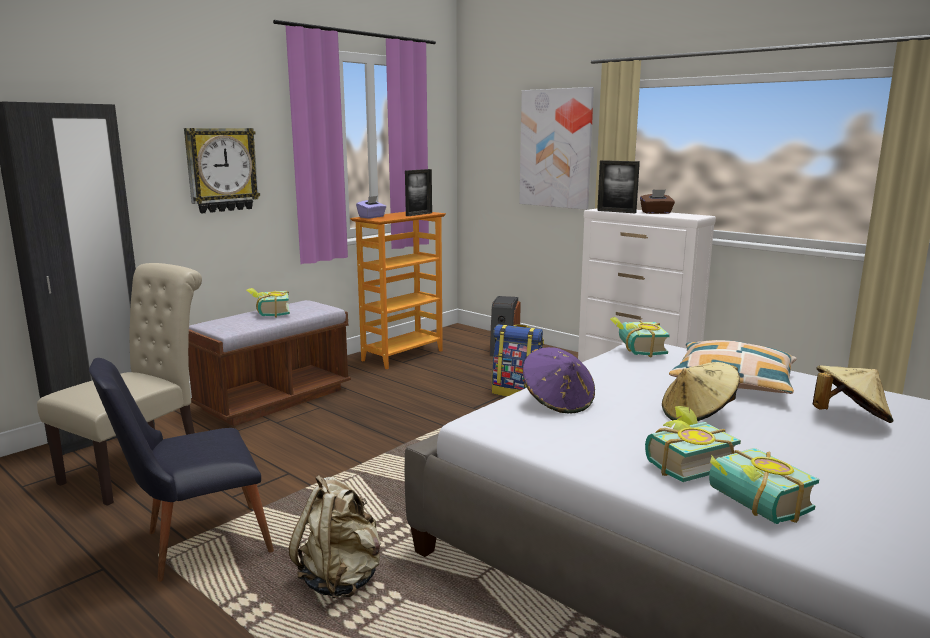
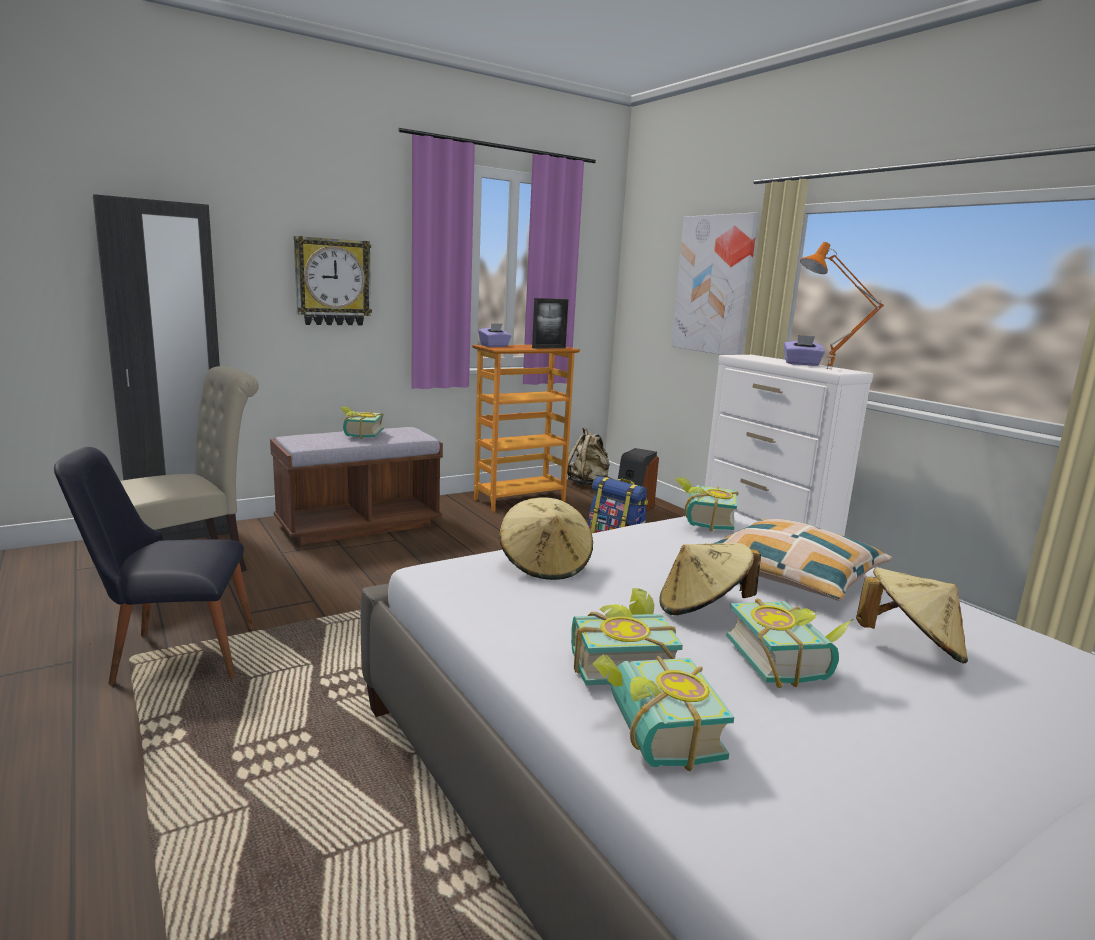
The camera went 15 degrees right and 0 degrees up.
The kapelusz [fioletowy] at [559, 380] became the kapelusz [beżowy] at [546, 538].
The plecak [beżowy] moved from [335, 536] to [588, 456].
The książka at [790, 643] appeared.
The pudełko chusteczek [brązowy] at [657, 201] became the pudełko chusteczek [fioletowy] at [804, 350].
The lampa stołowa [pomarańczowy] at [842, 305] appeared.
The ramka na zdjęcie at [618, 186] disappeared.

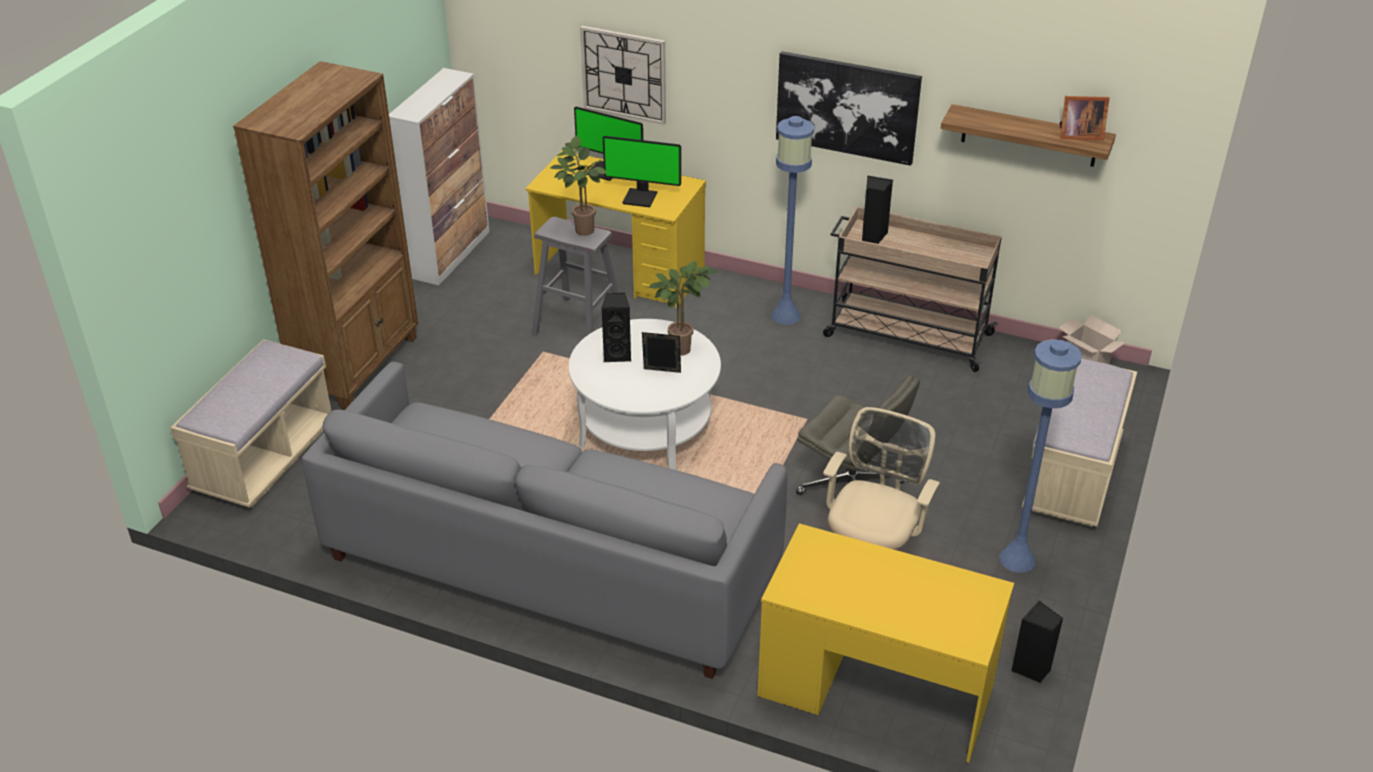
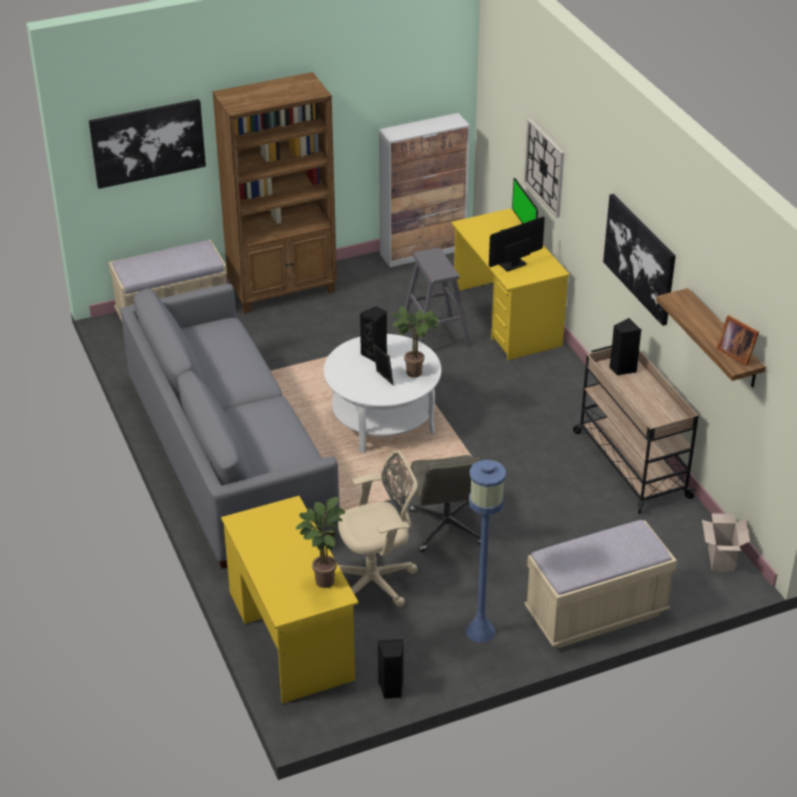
The camera went 45 degrees right and 0 degrees up.
The obraz at [147, 144] appeared.
The roślina doniczkowa moved from [578, 186] to [320, 542].
The monitor at [642, 171] turned 90 degrees clockwise.
The lampa stojąca [niebieski] at [792, 220] disappeared.

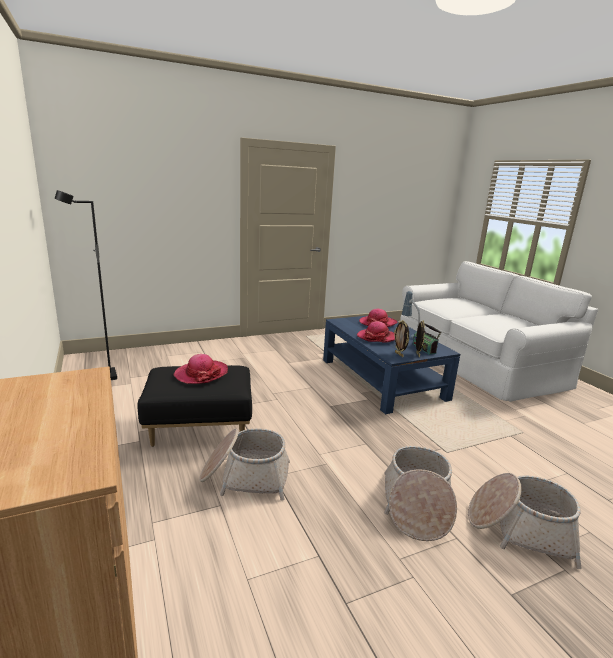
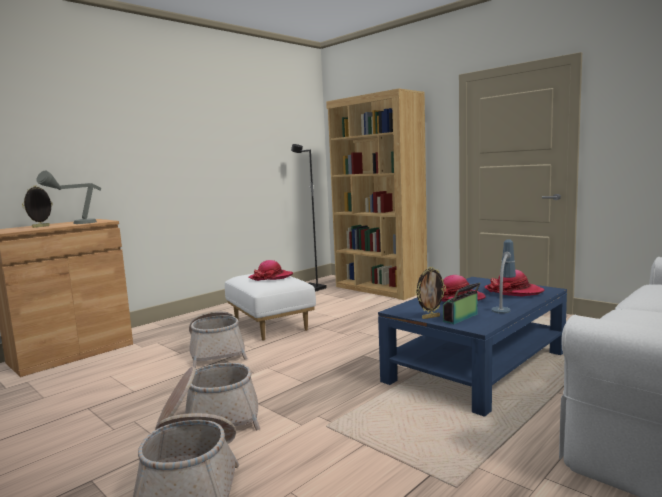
The camera went 70 degrees right and 10 degrees down.
The ramka na zdjęcie moved from [401, 338] to [37, 206].
The lampa stołowa [szary] at [68, 197] appeared.
The pufa [czarny] at [194, 406] became the pufa [biały] at [270, 307].
The regał [brązowy] at [376, 194] appeared.

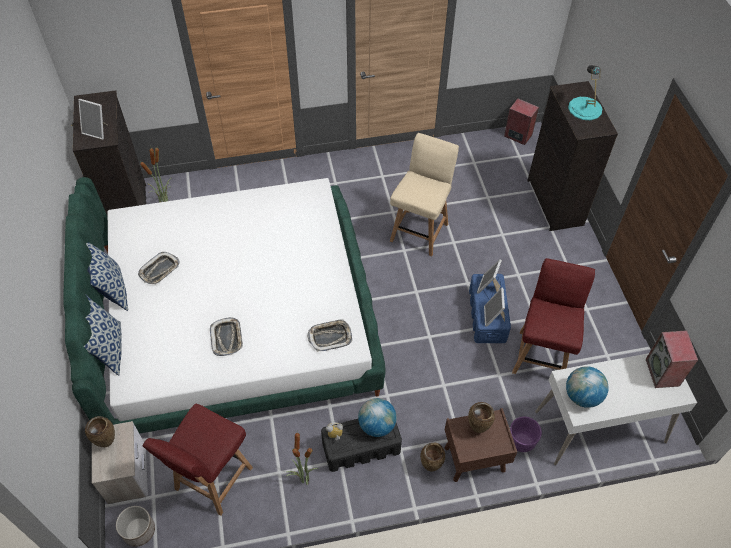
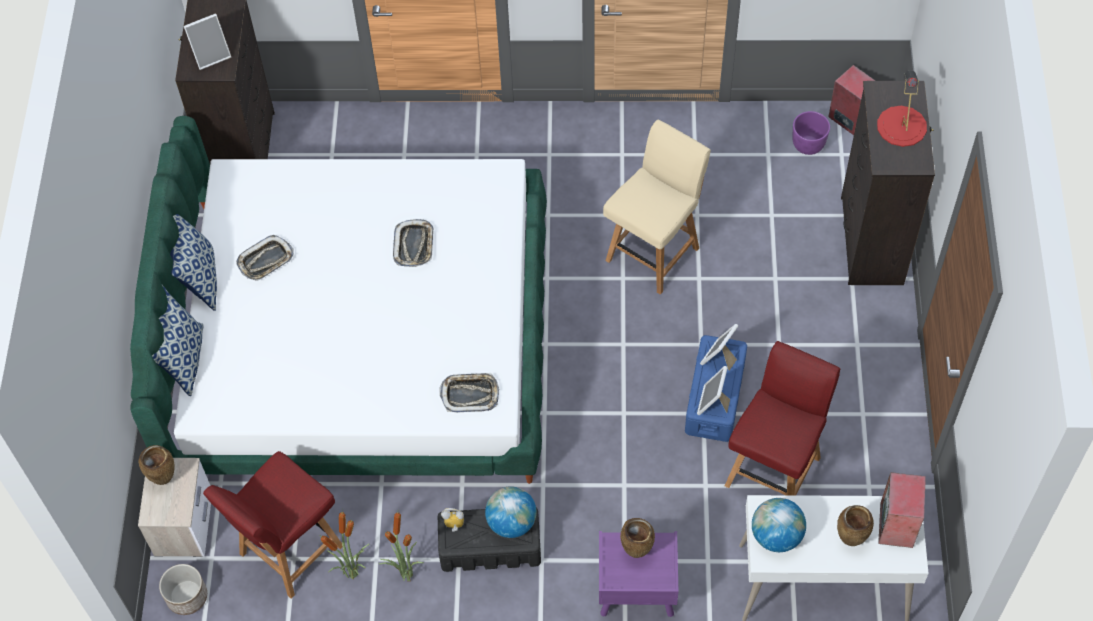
The camera went 15 degrees right and 5 degrees up.
The ramka na zdjęcie at [92, 119] turned 60 degrees counterclockwise.
The roślina doniczkowa moved from [155, 175] to [345, 545].
The taca moved from [226, 336] to [413, 243].
The szafka nocna [brązowy] at [480, 445] became the szafka nocna [fioletowy] at [639, 574].
The donica [fioletowy] moved from [526, 434] to [811, 133].
The wazon [brązowy] moved from [432, 457] to [855, 525].
The lampa stołowa [turkusowy] at [585, 92] became the lampa stołowa [czerwony] at [902, 108].

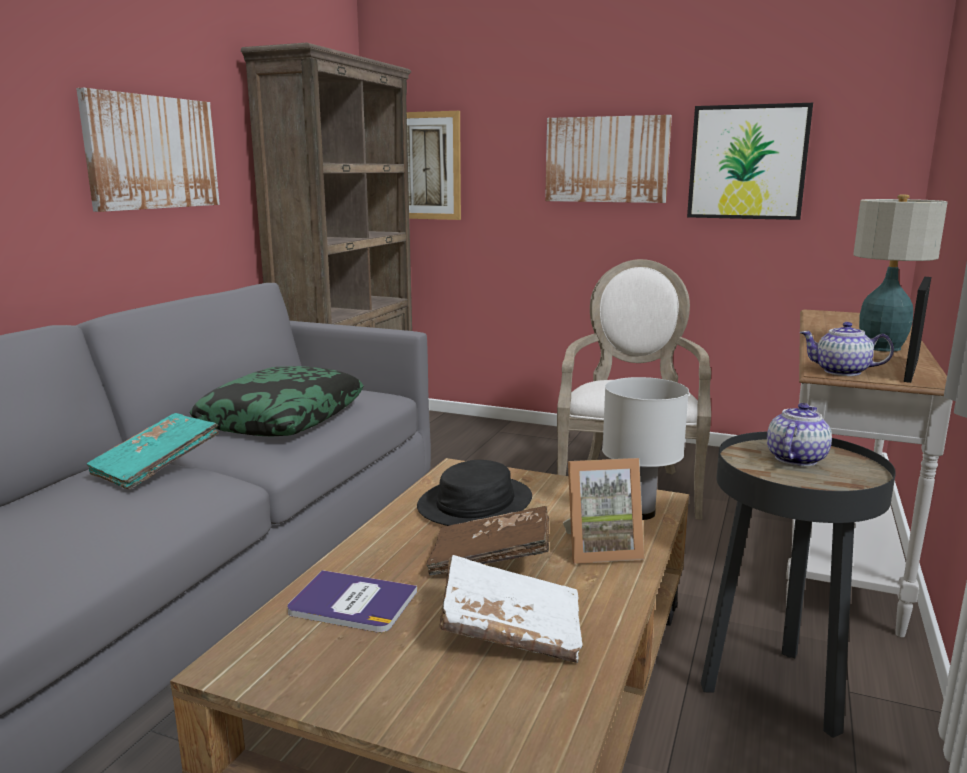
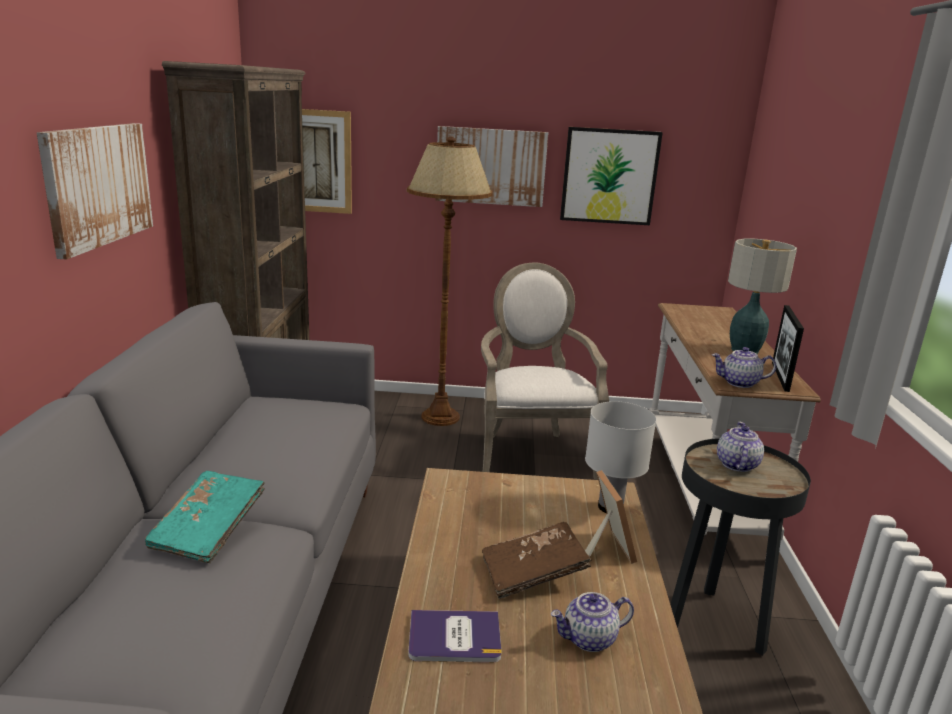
The camera went 20 degrees left and 5 degrees up.
The lampa stojąca [brązowy] at [450, 281] appeared.
The książka [biały] at [511, 609] was replaced by the imbryk at [592, 622].
The ramka na zdjęcie at [603, 511] turned 75 degrees counterclockwise.
The poduszka at [277, 401] disappeared.
The kapelusz [czarny] at [474, 493] disappeared.

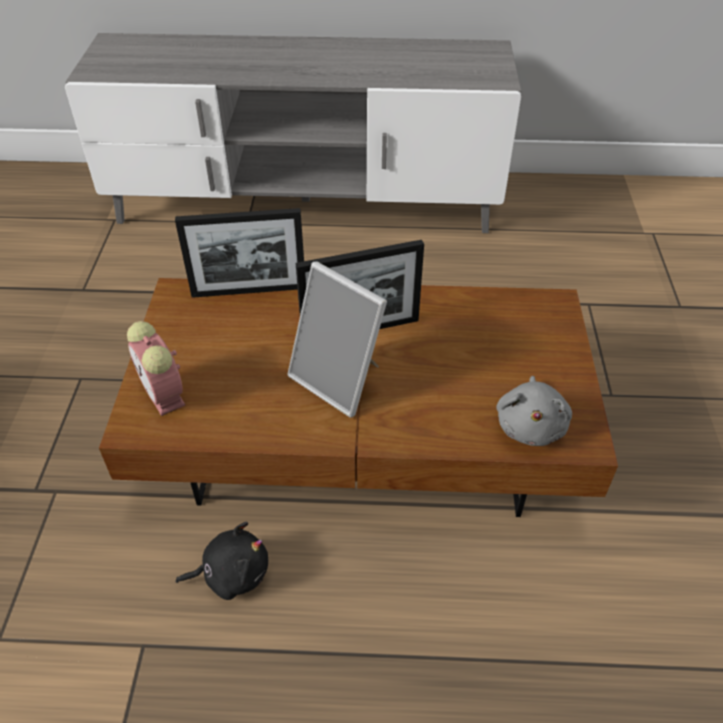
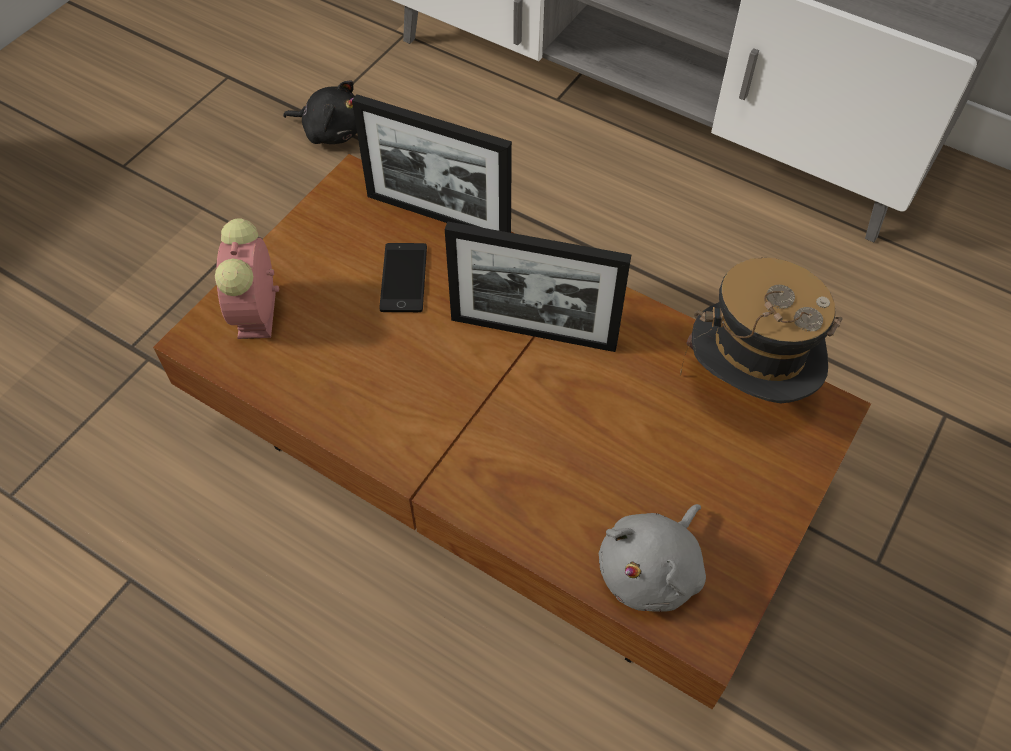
The camera went 30 degrees right and 10 degrees up.
The pluszak [czarny] moved from [222, 561] to [320, 112].
The telefon at [403, 277] appeared.
The kapelusz at [761, 330] appeared.
The ramka na zdjęcie at [337, 339] disappeared.

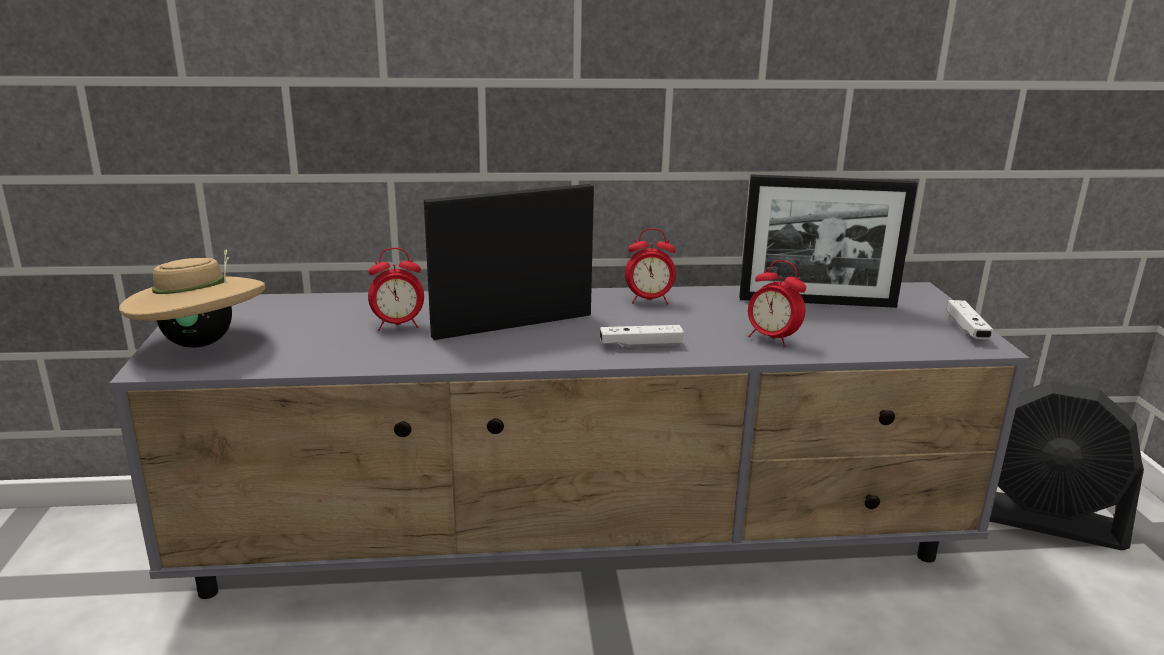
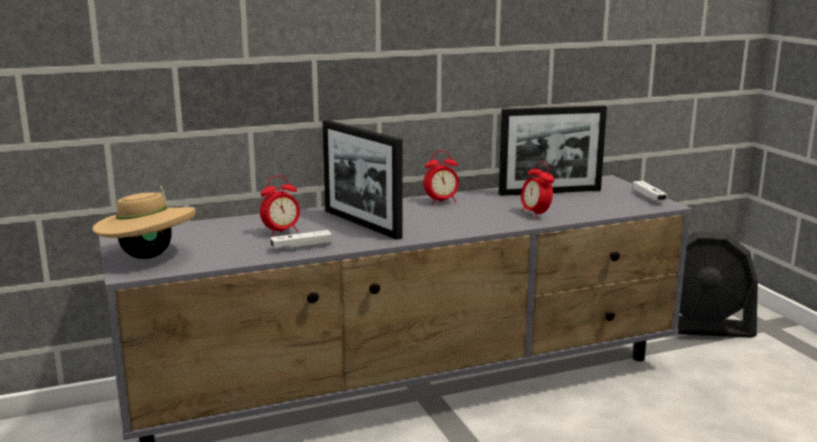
The camera went 15 degrees left and 5 degrees down.
The pad do gier [biały] moved from [642, 336] to [301, 240].
The ramka na zdjęcie at [509, 262] turned 90 degrees counterclockwise.
The budzik at [777, 303] turned 45 degrees clockwise.

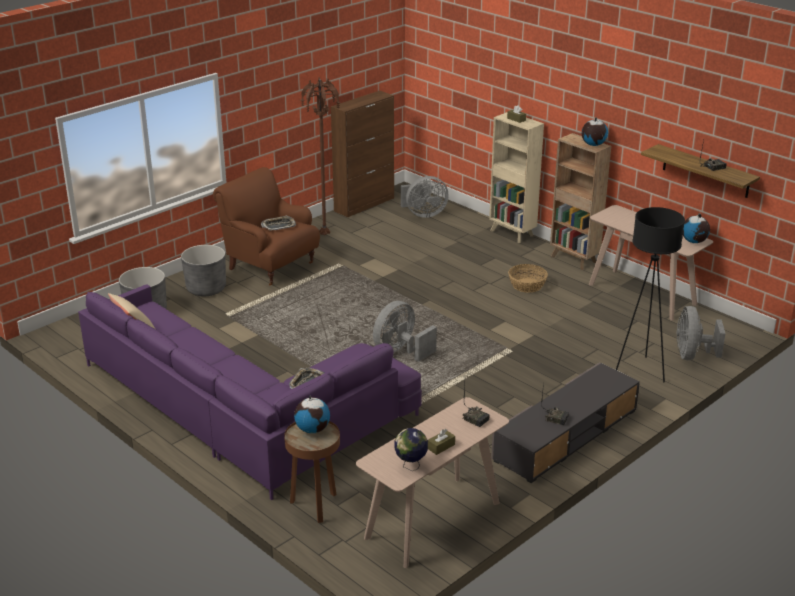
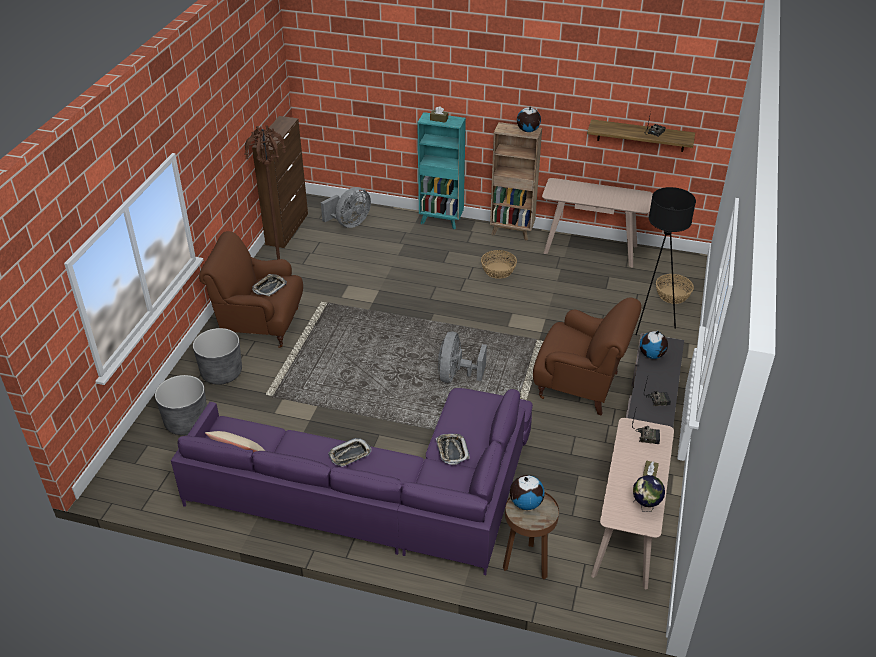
The camera went 30 degrees left and 10 degrees up.
The taca at [349, 452] appeared.
The regał [beżowy] at [516, 177] became the regał [turkusowy] at [441, 170].
The fotel [brązowy] at [587, 356] appeared.
The globus moved from [696, 228] to [654, 345].
The wentylator [szary] at [701, 333] was replaced by the koszyk at [675, 289].

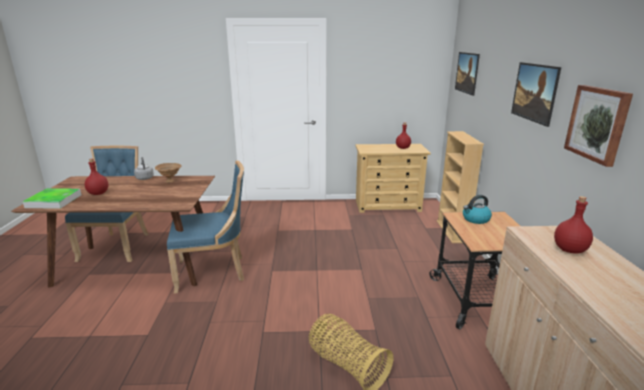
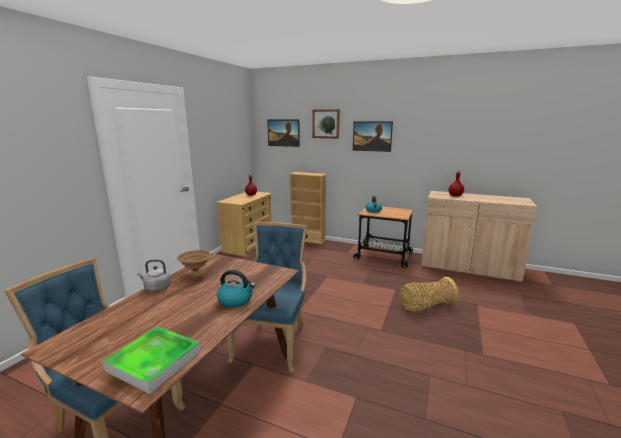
The camera went 65 degrees left and 5 degrees down.
The czajnik at [236, 289] appeared.
The obraz moved from [598, 126] to [326, 124].
The butelka [czerwony] at [96, 177] disappeared.

